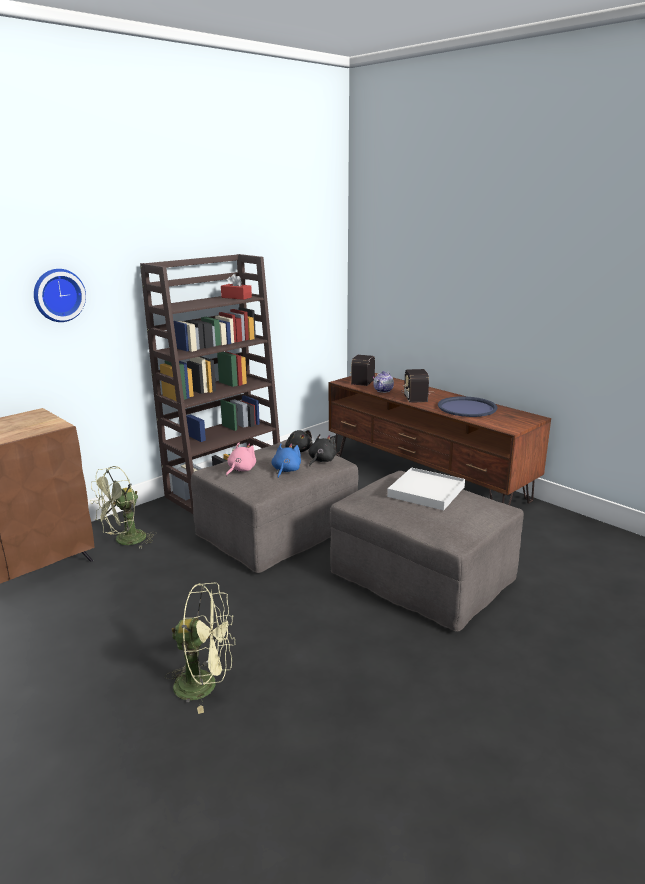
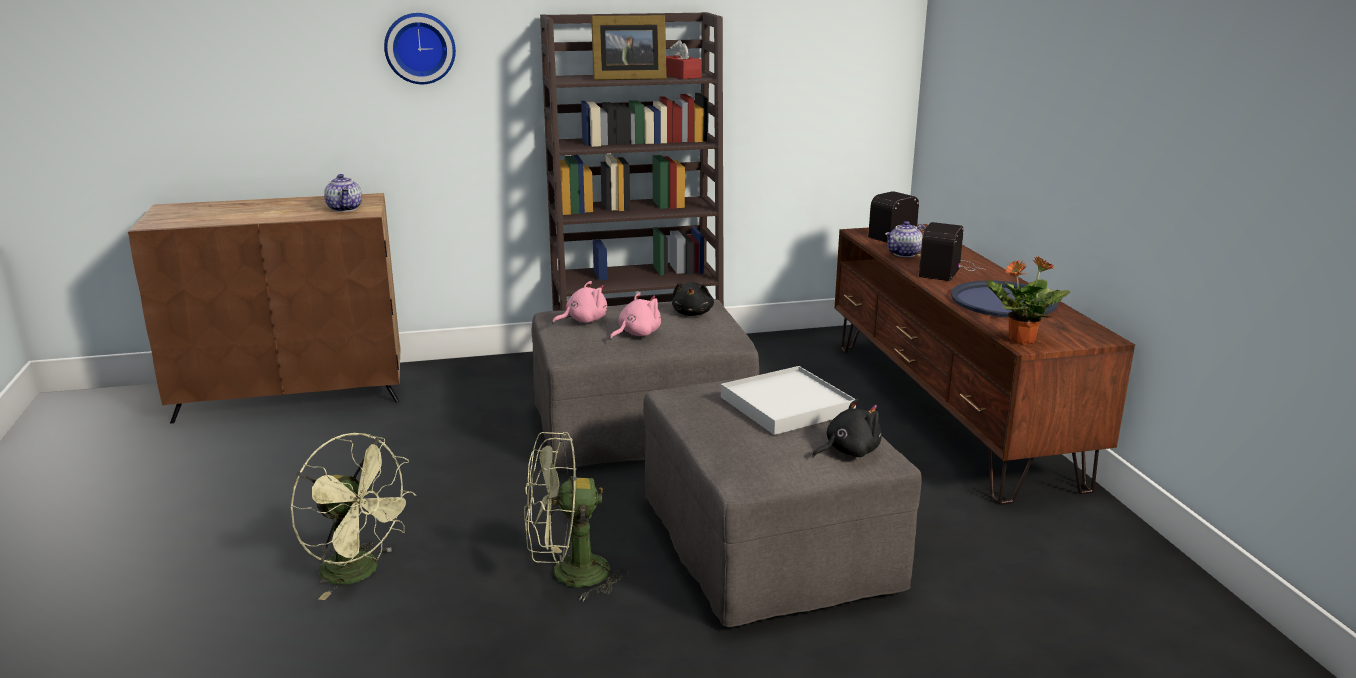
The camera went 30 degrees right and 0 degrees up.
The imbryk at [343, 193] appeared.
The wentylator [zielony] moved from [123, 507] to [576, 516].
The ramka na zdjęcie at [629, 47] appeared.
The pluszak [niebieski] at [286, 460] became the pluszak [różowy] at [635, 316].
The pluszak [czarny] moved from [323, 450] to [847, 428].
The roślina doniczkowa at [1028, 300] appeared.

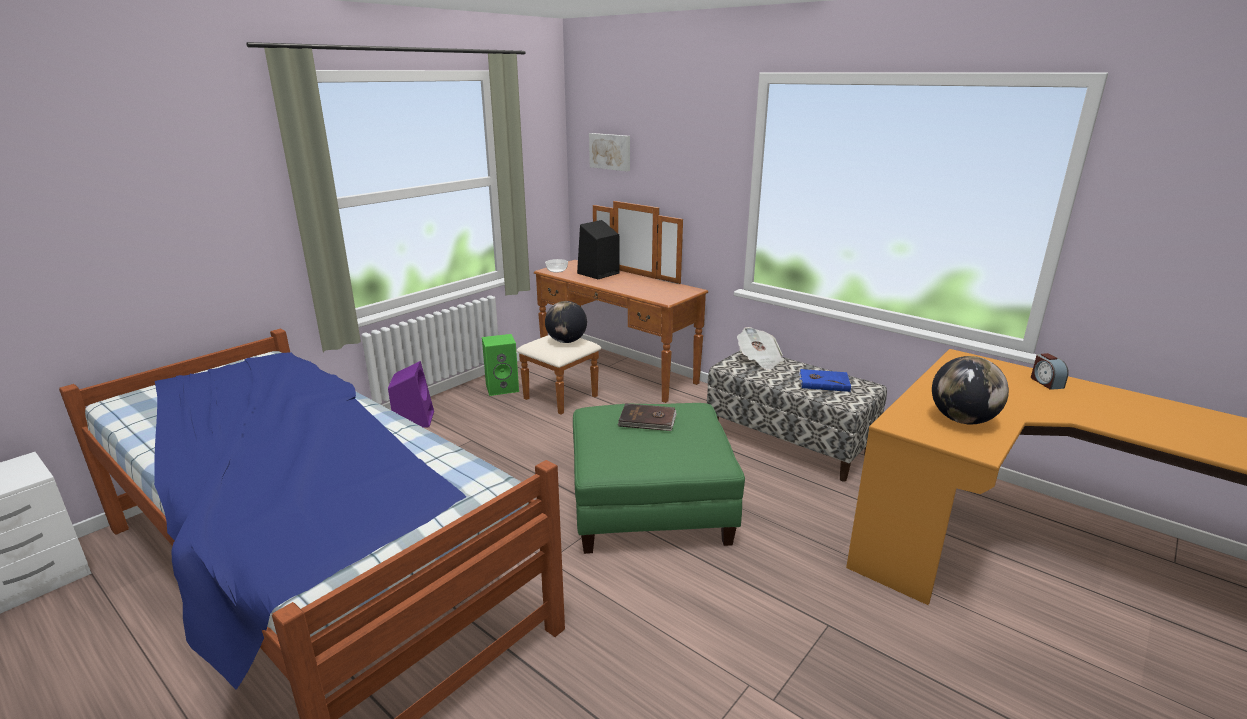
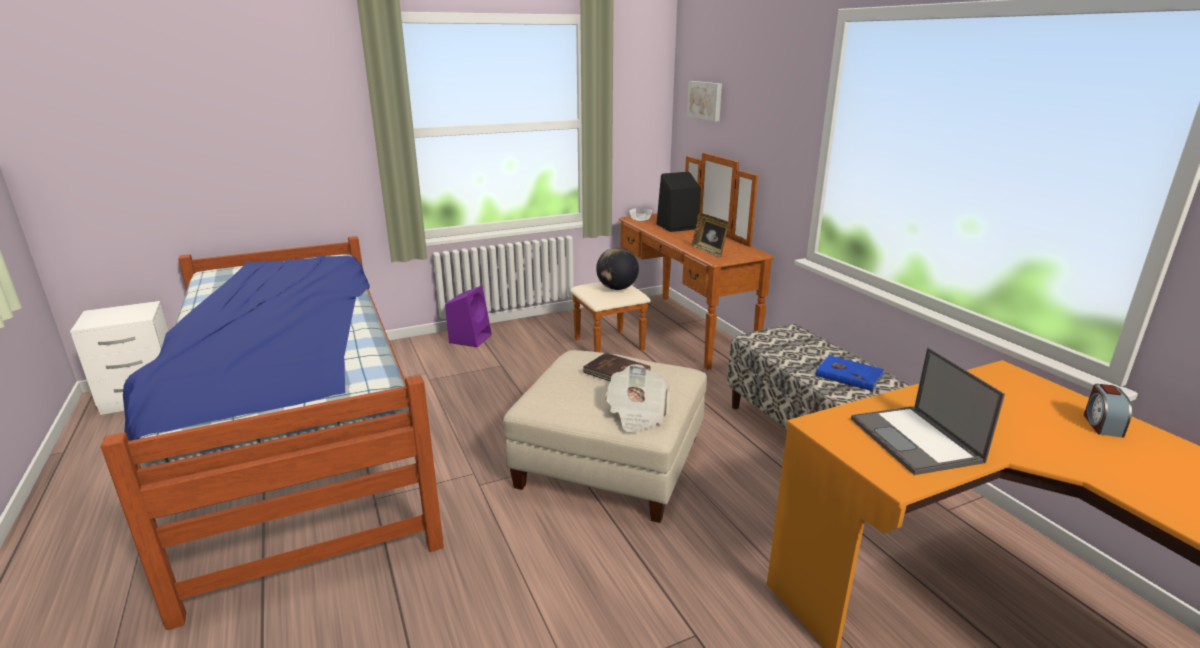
The camera went 25 degrees right and 0 degrees up.
The pufa [zielony] at [659, 478] became the pufa [beżowy] at [605, 436].
The gazeta moved from [760, 348] to [637, 398].
The ramka na zdjęcie at [710, 235] appeared.
The globus at [970, 390] was replaced by the laptop at [928, 411].
The głośnik [zielony] at [500, 365] disappeared.

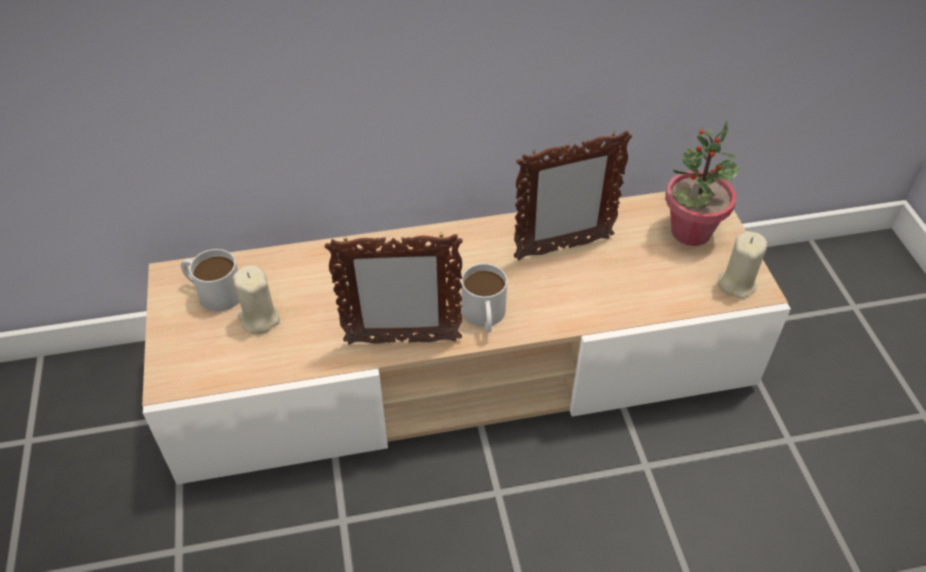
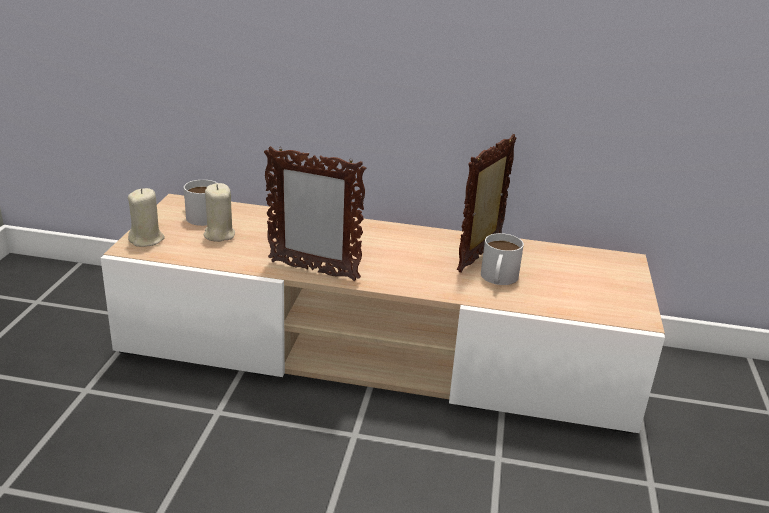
The camera went 20 degrees right and 20 degrees down.
The świeca [beżowy] moved from [742, 264] to [146, 217].
The ramka na zdjęcie at [573, 195] turned 120 degrees clockwise.
The kubek [biały] moved from [484, 298] to [502, 259].
The roślina doniczkowa at [702, 183] disappeared.

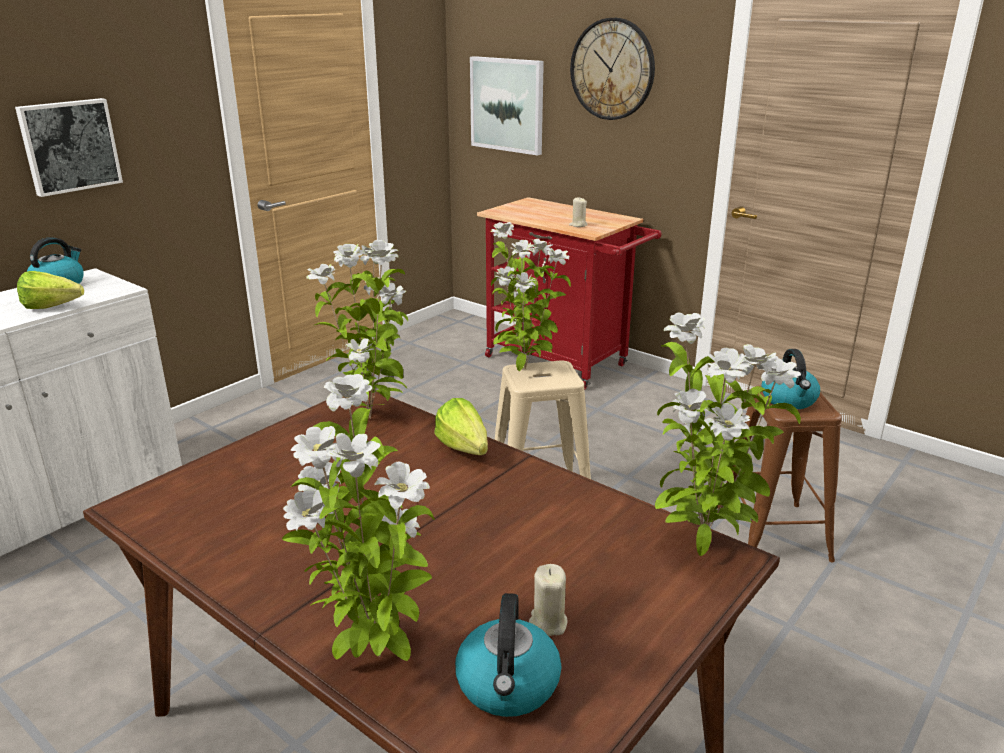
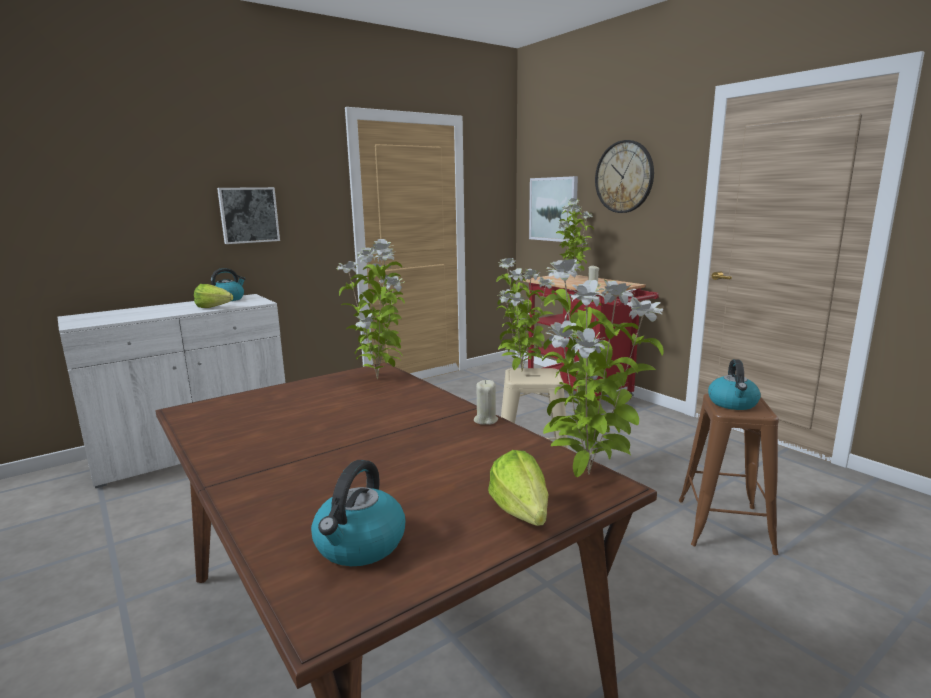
The camera went 15 degrees right and 10 degrees down.
The świeca [beżowy] moved from [548, 600] to [486, 402].
The sałata moved from [461, 426] to [518, 488].
The roślina doniczkowa moved from [358, 517] to [575, 238].

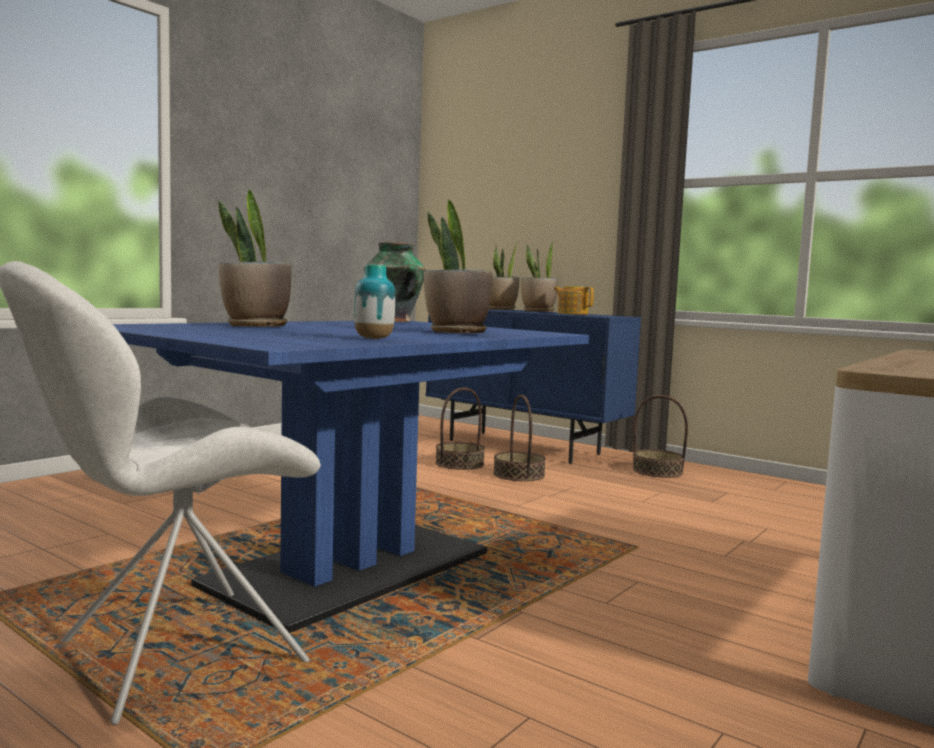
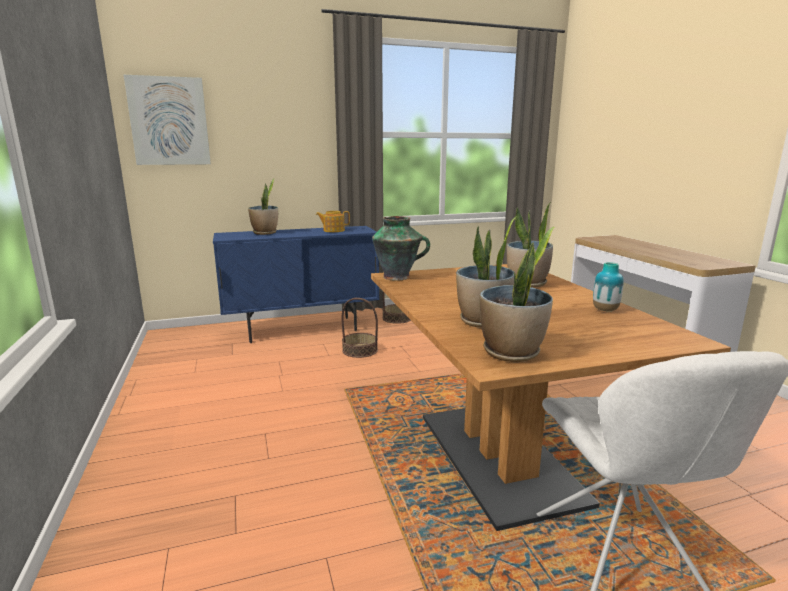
The camera went 55 degrees left and 10 degrees up.
The obraz at [167, 120] appeared.
The stół jadalny [niebieski] at [351, 477] became the stół jadalny [brązowy] at [551, 397].
The roślina doniczkowa moved from [539, 276] to [517, 294].
The koszyk at [460, 429] disappeared.

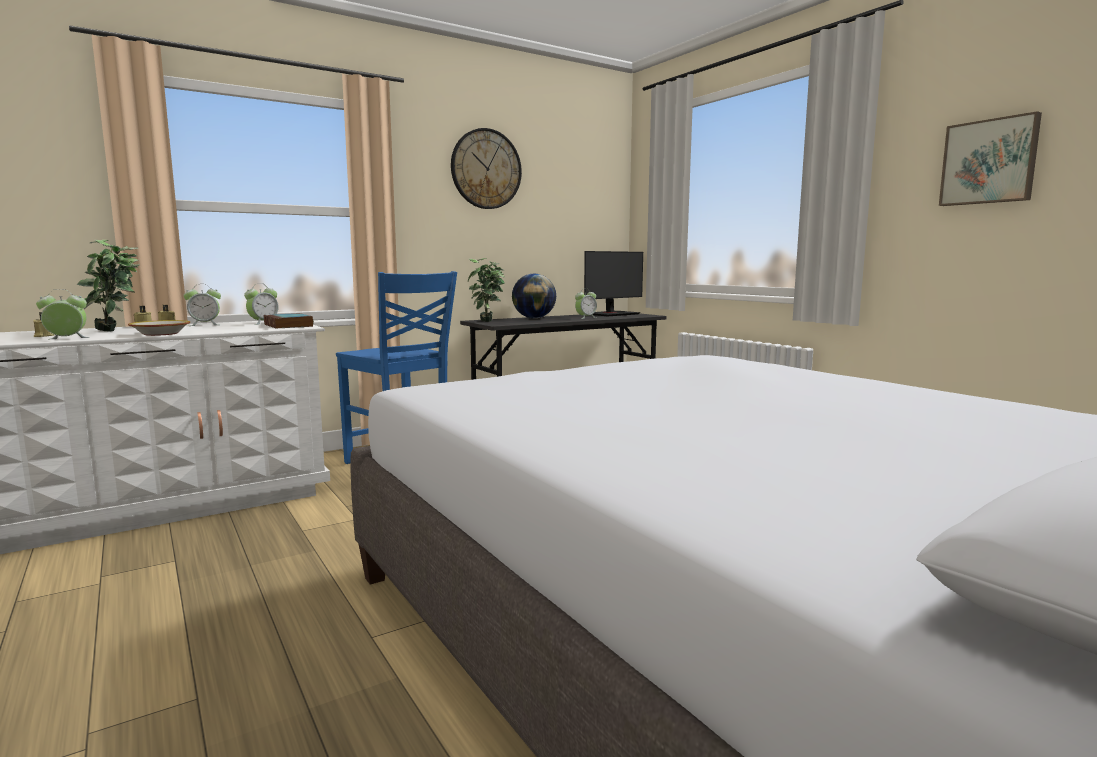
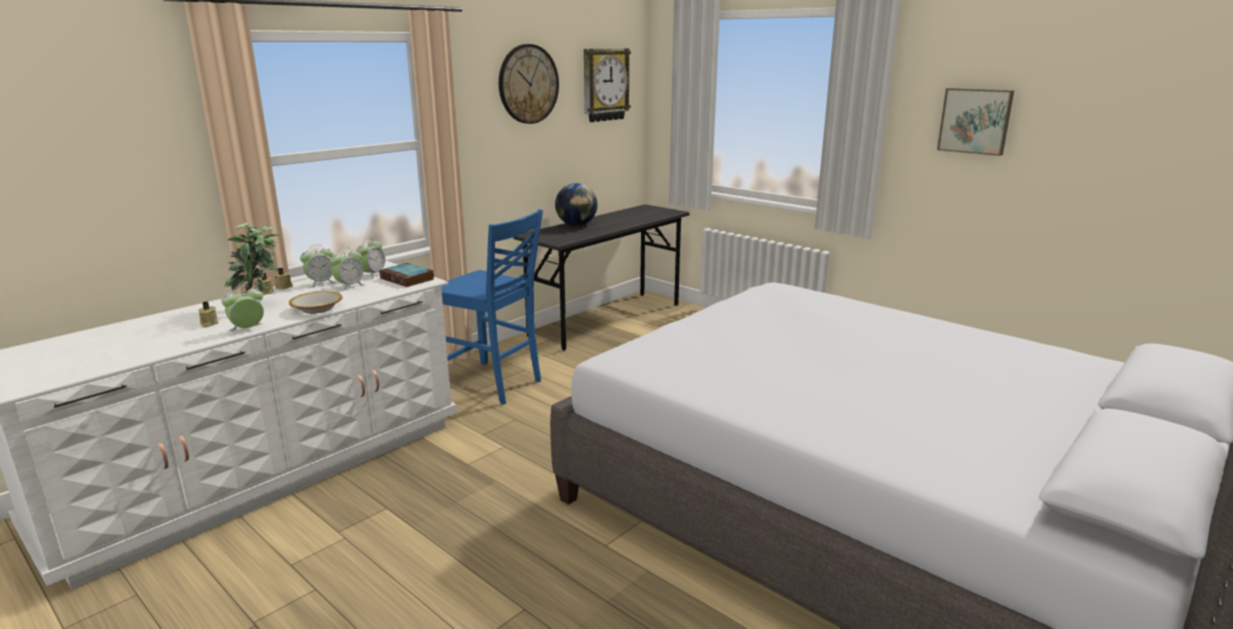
The camera went 15 degrees left and 10 degrees up.
The budzik moved from [586, 303] to [348, 269].
The zegar ścienny at [607, 85] appeared.
The roślina doniczkowa at [486, 290] disappeared.
The monitor at [613, 284] disappeared.

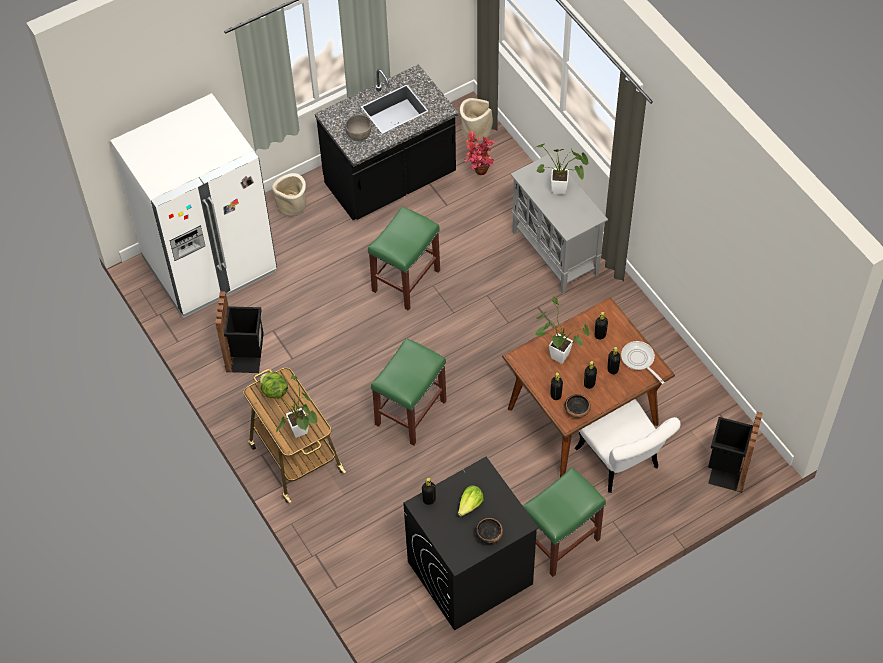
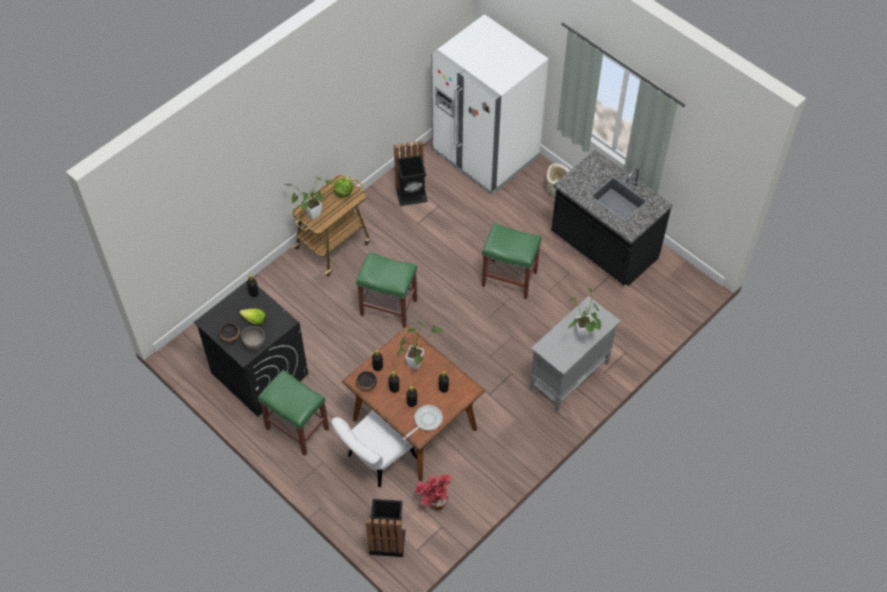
The camera went 75 degrees right and 0 degrees up.
The miska [szary] moved from [358, 128] to [253, 338].
The roślina doniczkowa moved from [479, 153] to [433, 492].
The donica [beżowy] at [476, 120] disappeared.

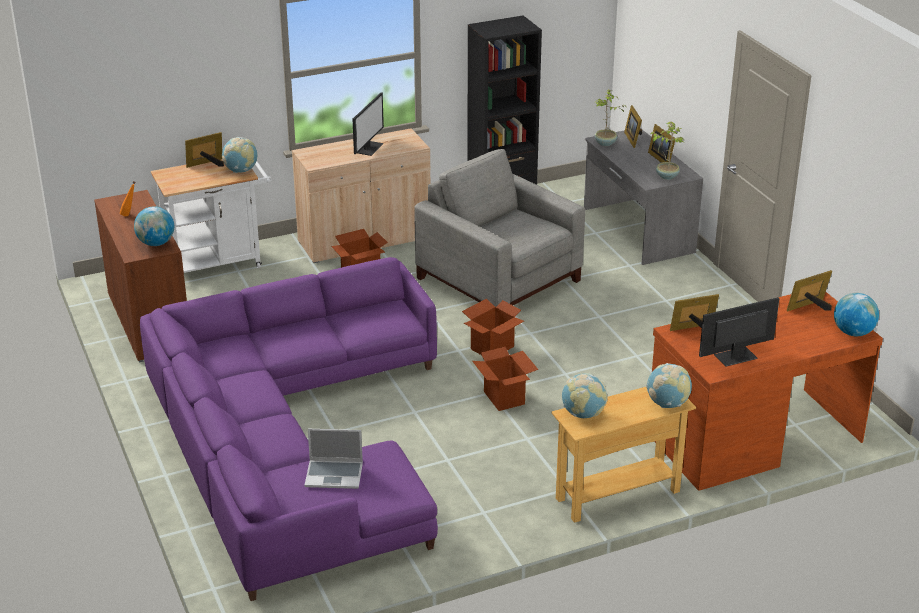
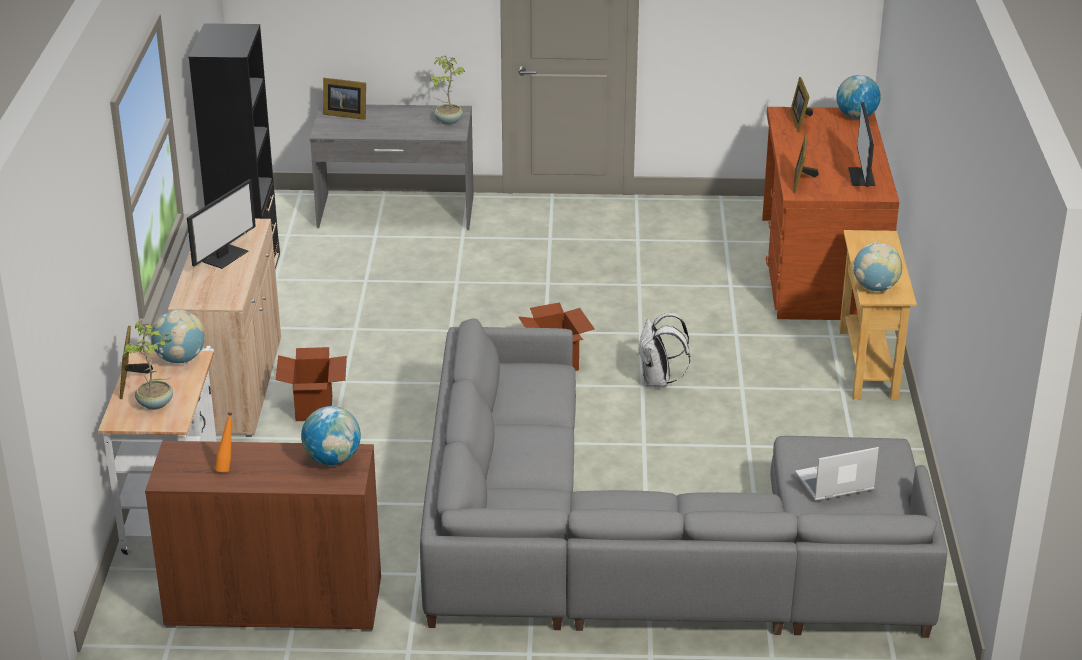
The camera went 65 degrees left and 0 degrees up.
The roślina doniczkowa moved from [611, 117] to [149, 365].
The monitor at [368, 124] turned 75 degrees clockwise.
The kanapa [fioletowy] at [289, 429] became the kanapa [szary] at [683, 478].
The karton at [505, 379] was replaced by the plecak [biały] at [664, 350].
The laptop at [334, 459] turned 135 degrees counterclockwise.
The fotel [szary] at [499, 228] disappeared.
The globus at [669, 385] disappeared.
The ramka na zdjęcie at [661, 143] disappeared.

